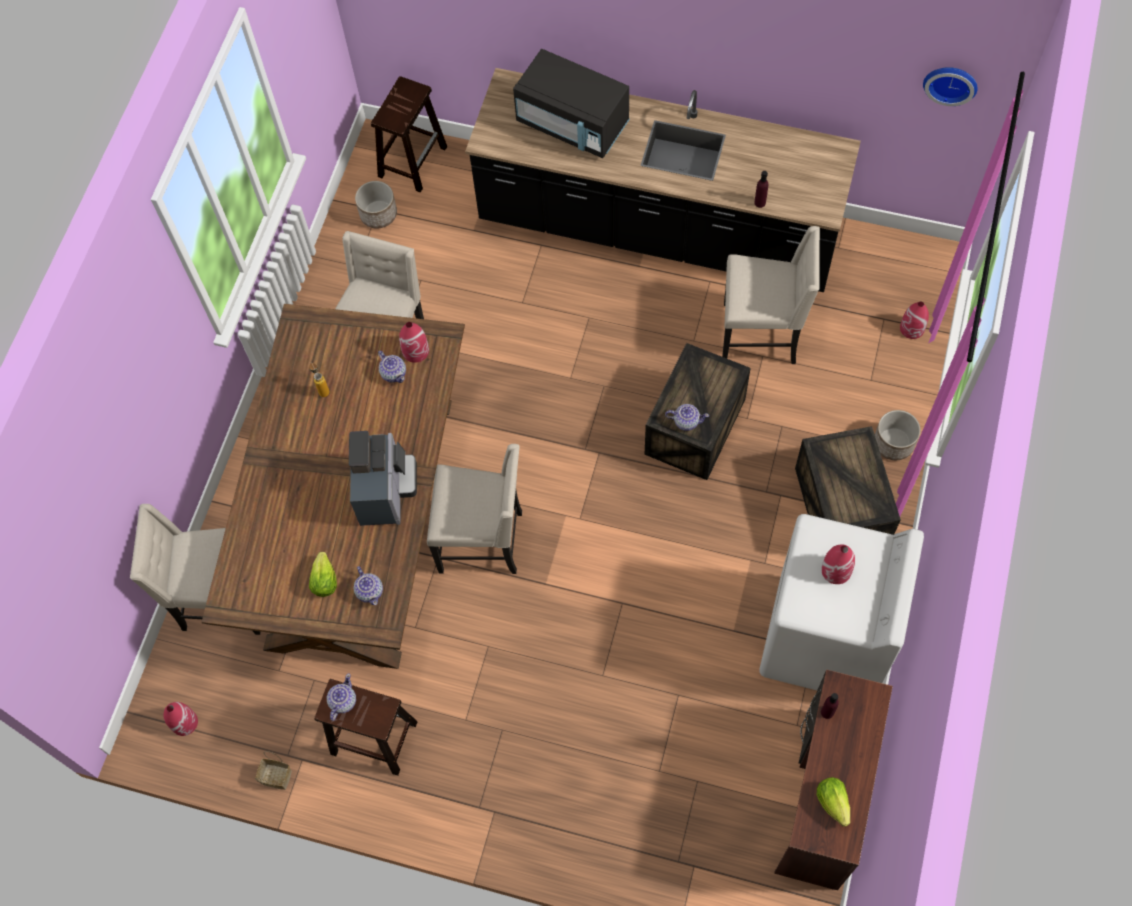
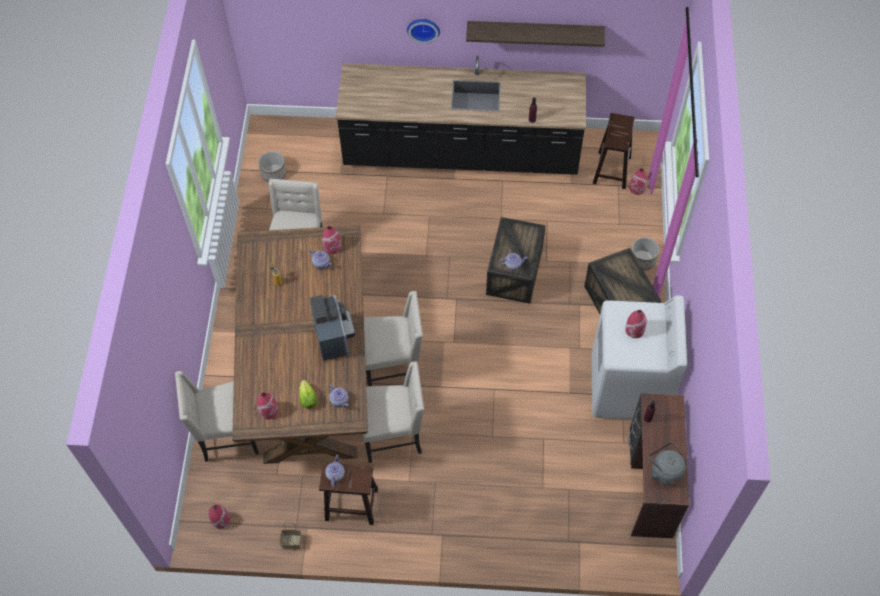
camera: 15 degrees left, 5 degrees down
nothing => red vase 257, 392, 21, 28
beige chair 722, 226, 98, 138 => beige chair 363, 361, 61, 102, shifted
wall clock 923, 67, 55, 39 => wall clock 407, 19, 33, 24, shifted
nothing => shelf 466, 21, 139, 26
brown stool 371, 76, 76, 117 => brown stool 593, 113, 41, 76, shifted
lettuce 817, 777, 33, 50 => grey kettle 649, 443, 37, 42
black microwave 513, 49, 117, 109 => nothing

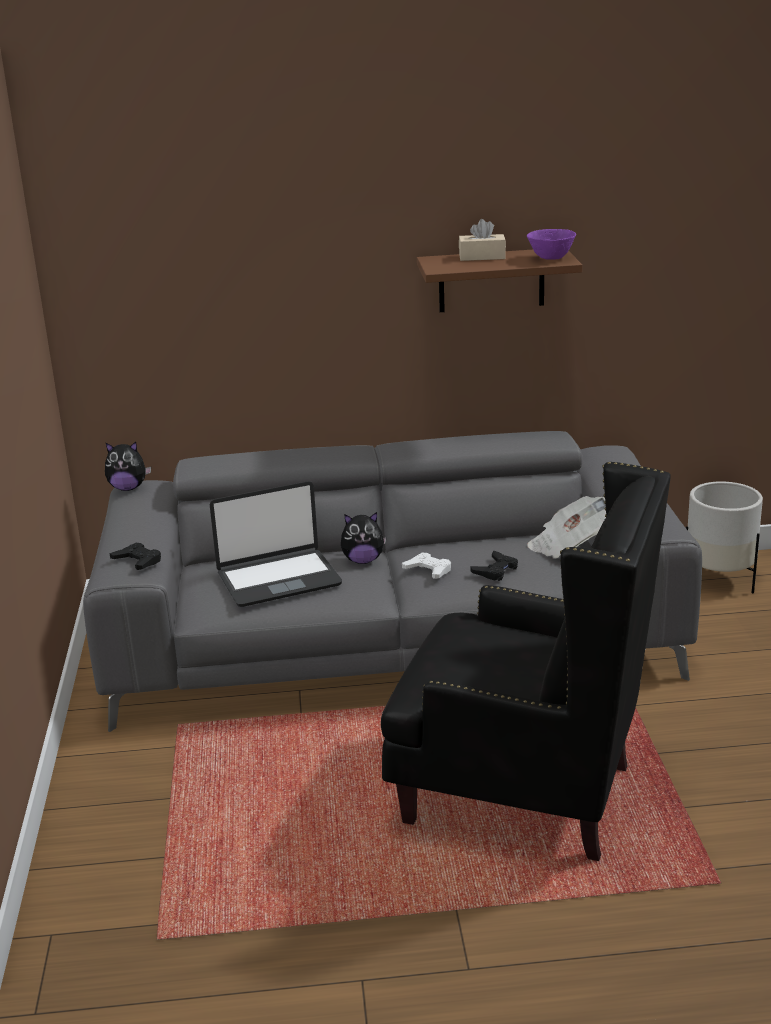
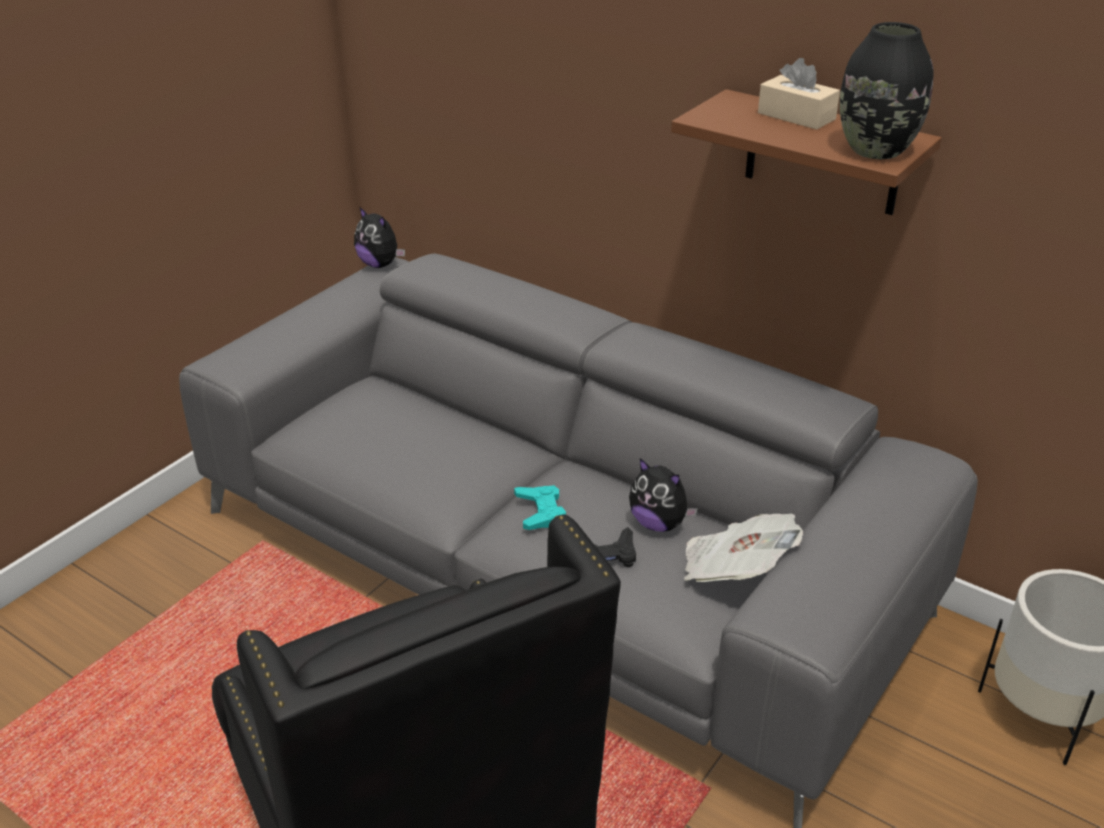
camera: 40 degrees right, 10 degrees up
white game controller 402, 553, 49, 26 => turquoise game controller 514, 485, 52, 45
plush toy 341, 512, 46, 52 => plush toy 629, 458, 69, 74, shifted
purple bowl 527, 229, 49, 31 => black vase 840, 22, 94, 137
black game controller 110, 543, 51, 27 => nothing
laptop 210, 481, 132, 126 => nothing

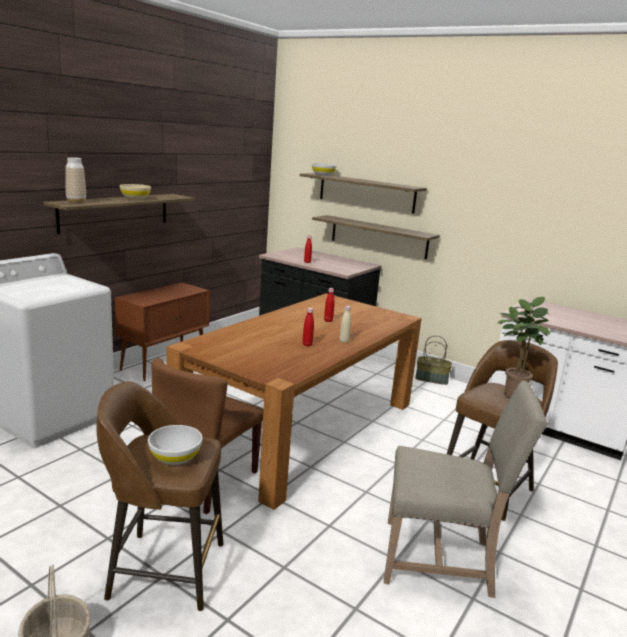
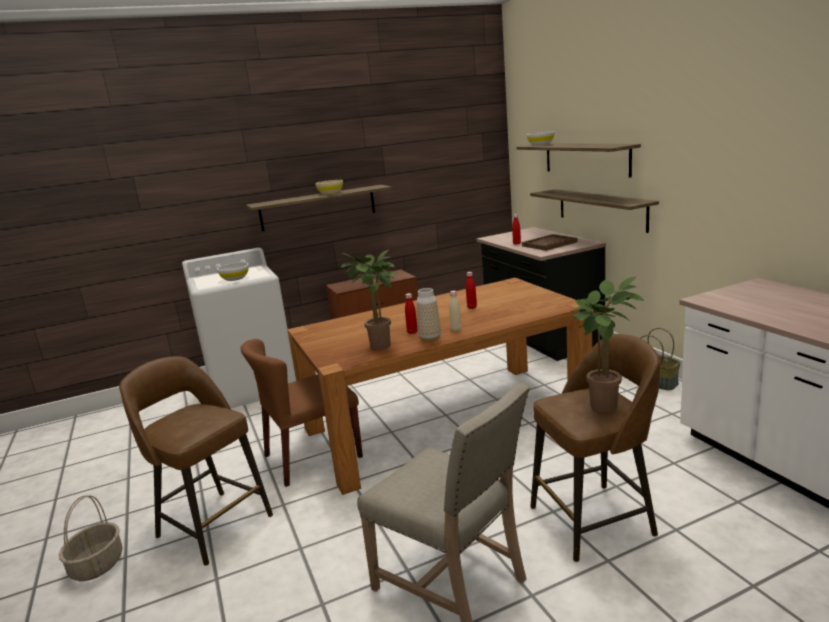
camera: 35 degrees right, 0 degrees up
white bowl 148, 425, 55, 40 => white bowl 217, 262, 32, 19, shifted
nothing => potted plant 341, 250, 57, 100
vase 65, 157, 21, 46 => vase 416, 288, 25, 54, shifted
nothing => brown tray 522, 234, 55, 17

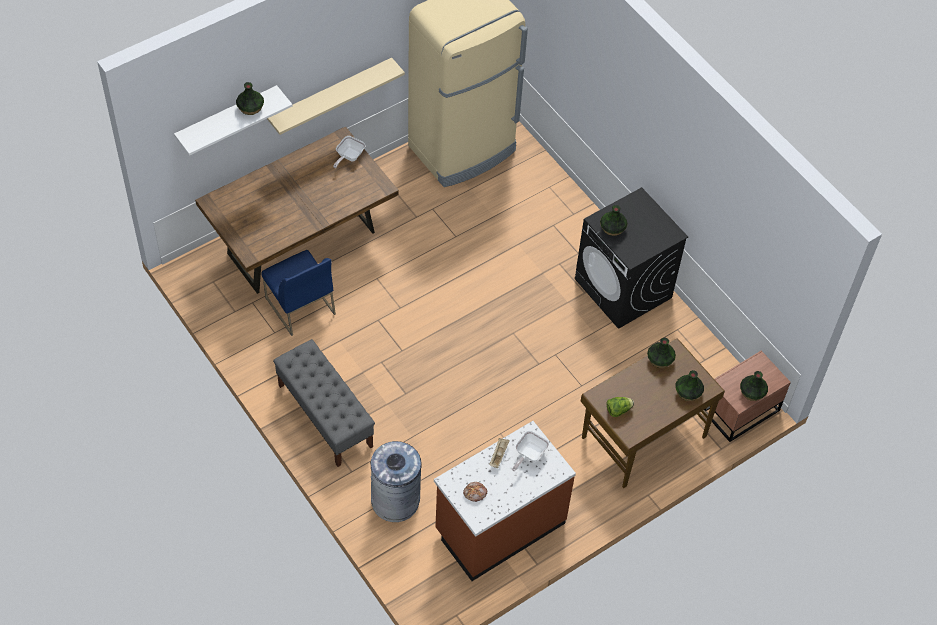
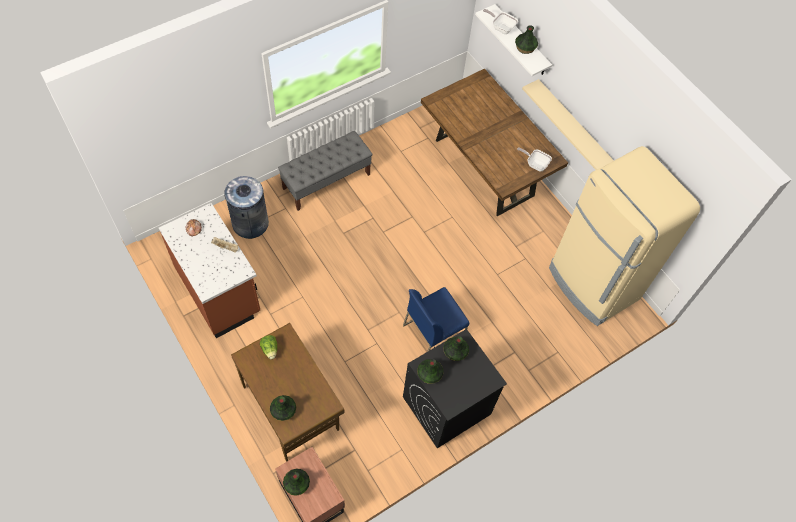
camera: 90 degrees right, 5 degrees up
blue chair 261, 250, 75, 86 => blue chair 403, 287, 66, 65, shifted
vase 647, 337, 29, 31 => vase 417, 359, 27, 25, shifted
frying pan 512, 431, 37, 40 => frying pan 483, 9, 35, 25, shifted

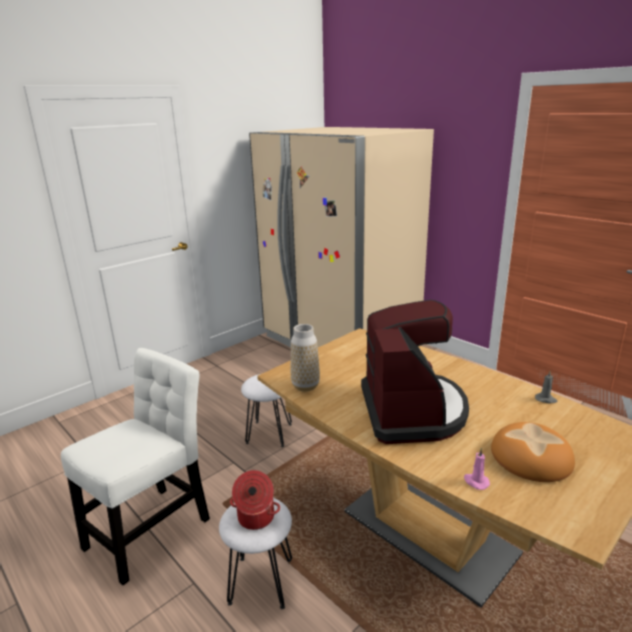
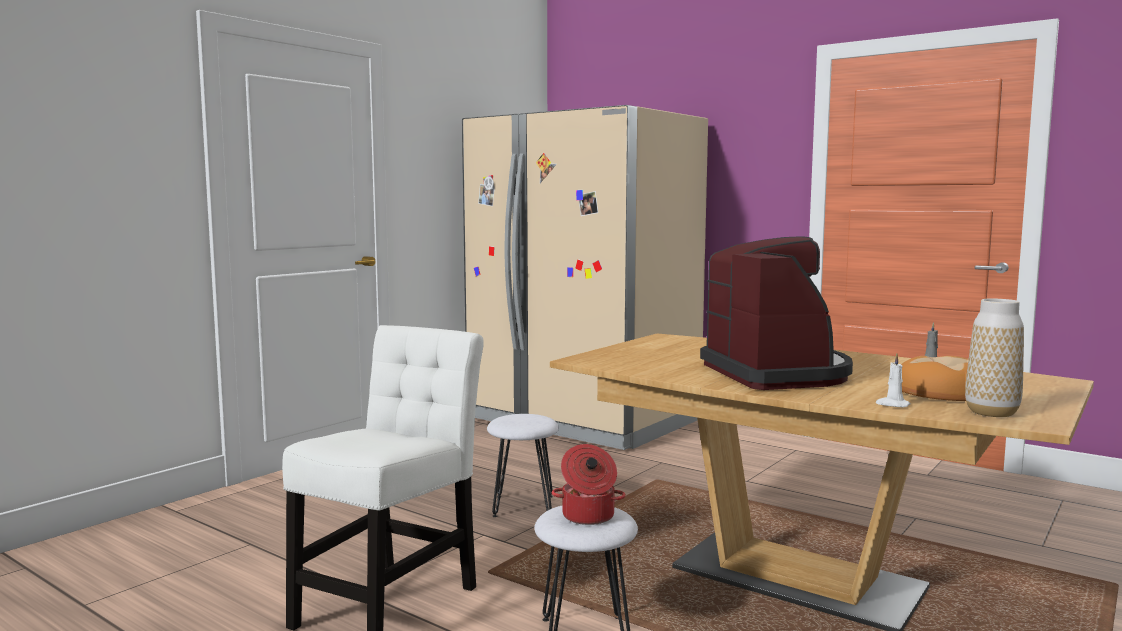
camera: 10 degrees left, 15 degrees down
pink candle 464, 448, 26, 42 => white candle 876, 353, 35, 54
vase 291, 324, 29, 68 => vase 965, 299, 59, 118, shifted

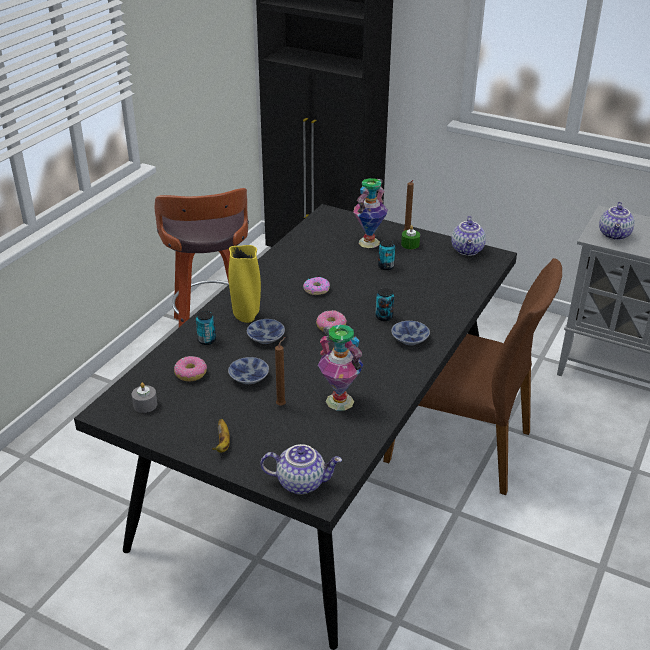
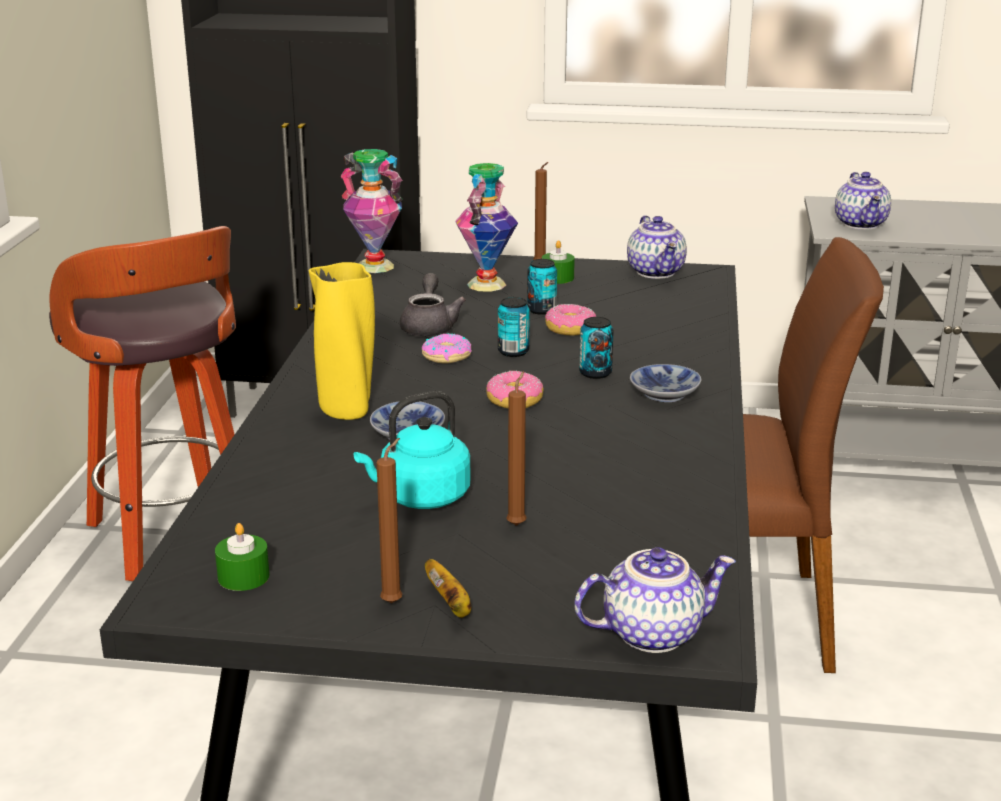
camera: 20 degrees left, 10 degrees down
grey candle 132, 382, 25, 31 => green candle 215, 523, 55, 68
vase 318, 325, 45, 86 => vase 341, 149, 62, 124, shifted
bowl 228, 357, 41, 28 => turquoise kettle 354, 391, 116, 118
nothing => brown candle 377, 438, 25, 165
nothing => grey teapot 400, 273, 66, 63
can 196, 311, 20, 34 => can 498, 297, 32, 60, shifted
donut 174, 356, 33, 25 => donut 545, 304, 51, 32, shifted

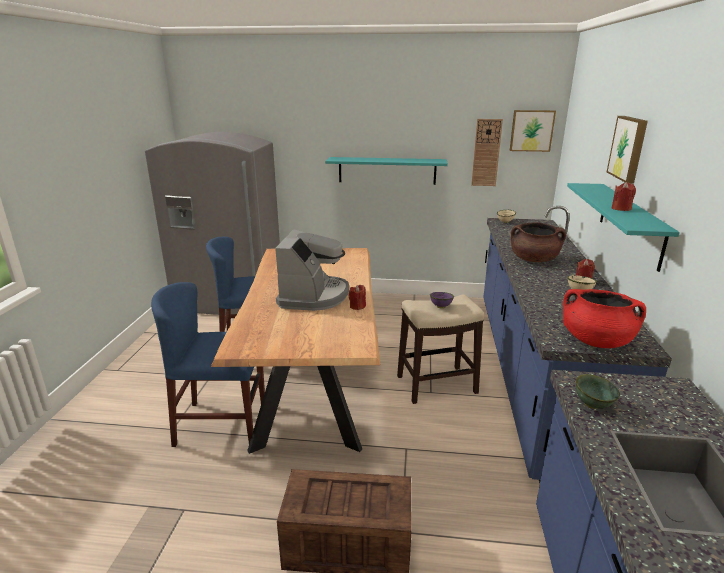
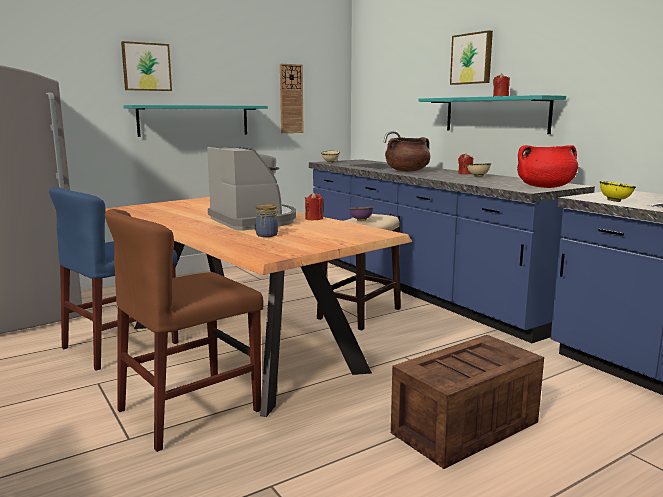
camera: 40 degrees left, 10 degrees down
blue chair 151, 282, 114, 165 => brown chair 105, 209, 159, 243
picture 510, 110, 46, 42 => picture 121, 41, 51, 50, shifted
nothing => jar 255, 204, 23, 33
green bowl 576, 374, 44, 35 => yellow bowl 600, 181, 36, 21

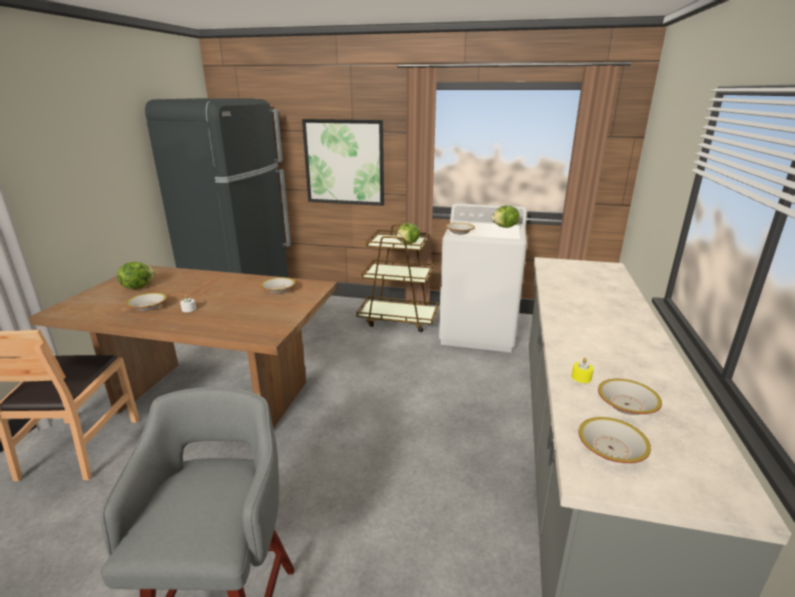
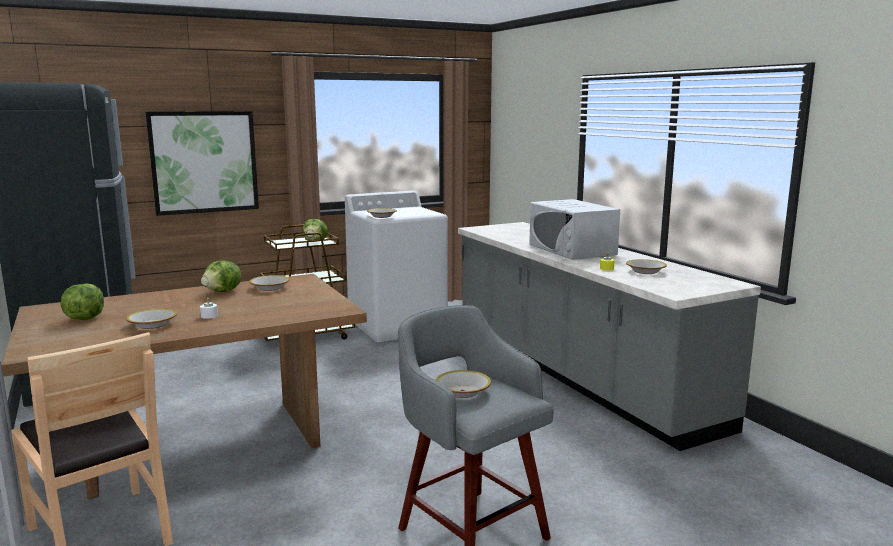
camera: 40 degrees left, 10 degrees down
lettuce 491, 205, 29, 23 => lettuce 201, 260, 40, 32, shifted
bowl 578, 417, 73, 46 => bowl 436, 370, 55, 28, shifted
nothing => white microwave 529, 199, 91, 61

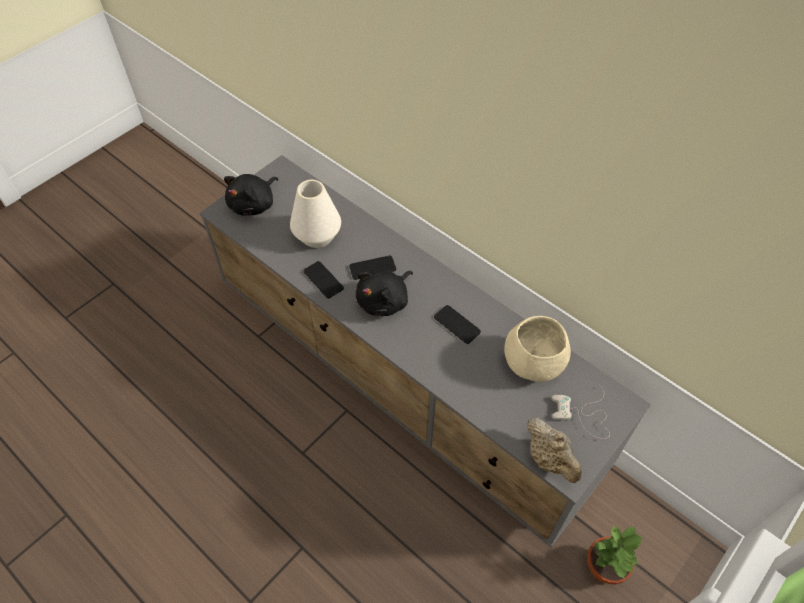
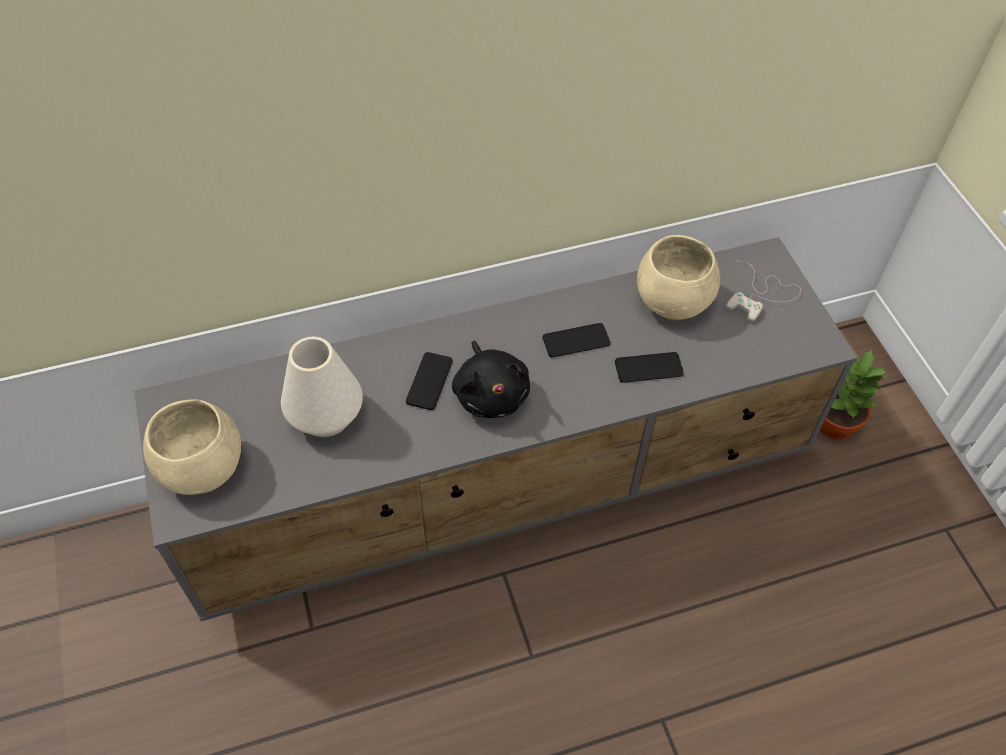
camera: 60 degrees left, 0 degrees up
black plush toy 224, 174, 54, 42 => beige bowl 143, 400, 98, 95
phone 304, 261, 40, 37 => phone 615, 352, 69, 31, shifted
beige teapot 527, 417, 55, 66 => nothing

